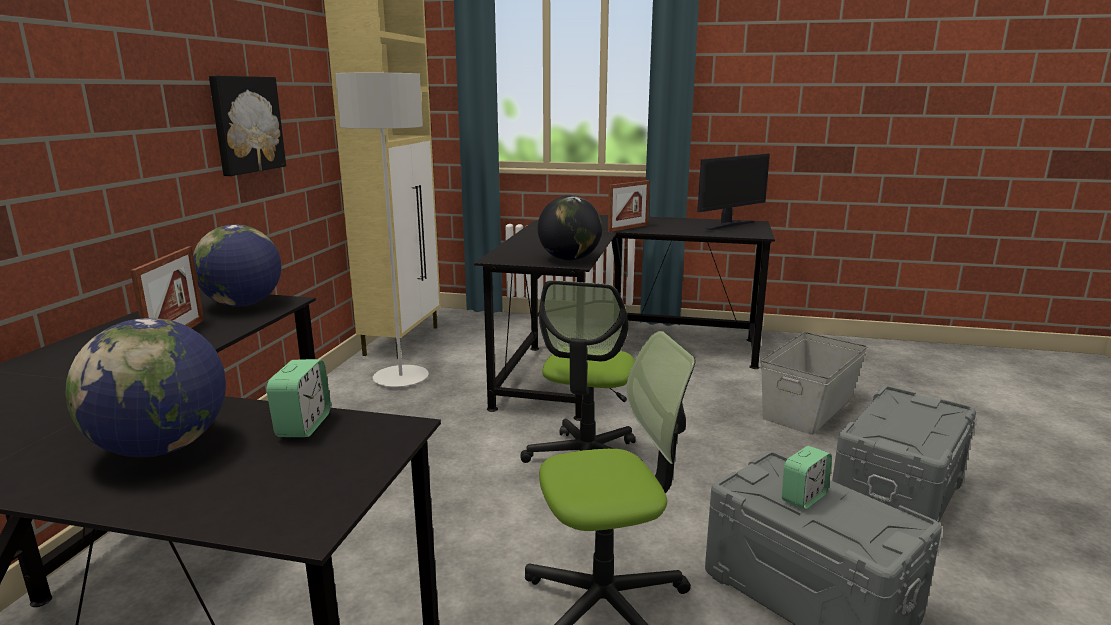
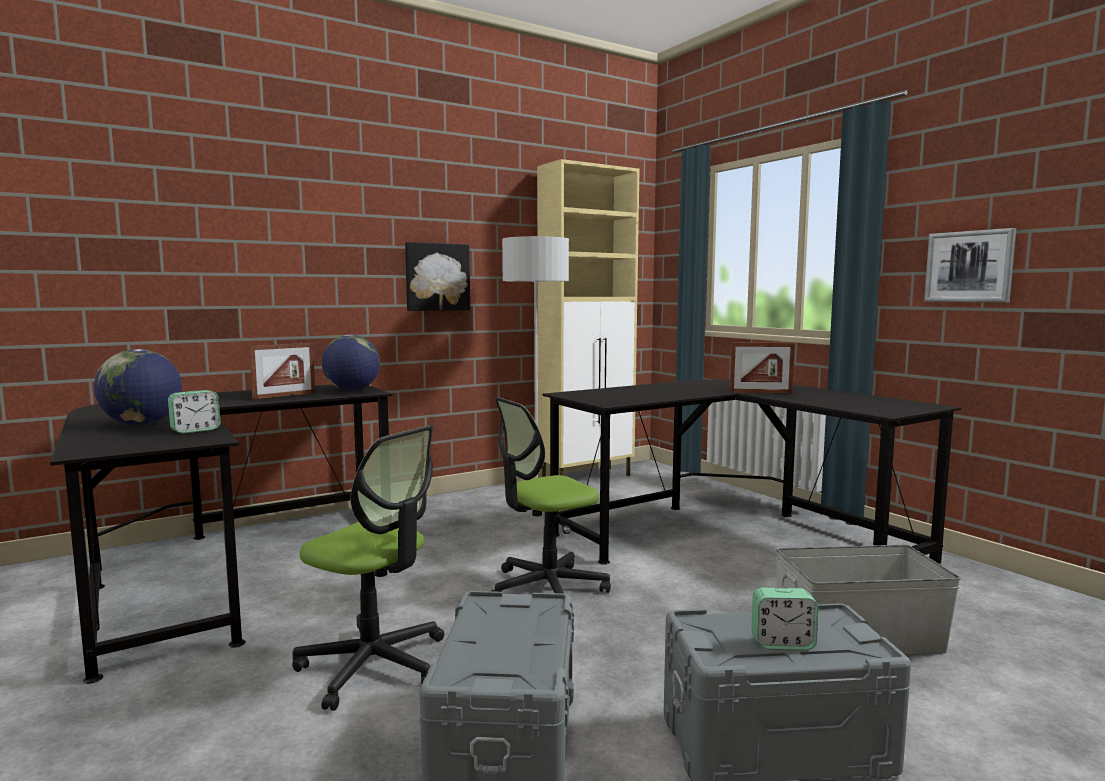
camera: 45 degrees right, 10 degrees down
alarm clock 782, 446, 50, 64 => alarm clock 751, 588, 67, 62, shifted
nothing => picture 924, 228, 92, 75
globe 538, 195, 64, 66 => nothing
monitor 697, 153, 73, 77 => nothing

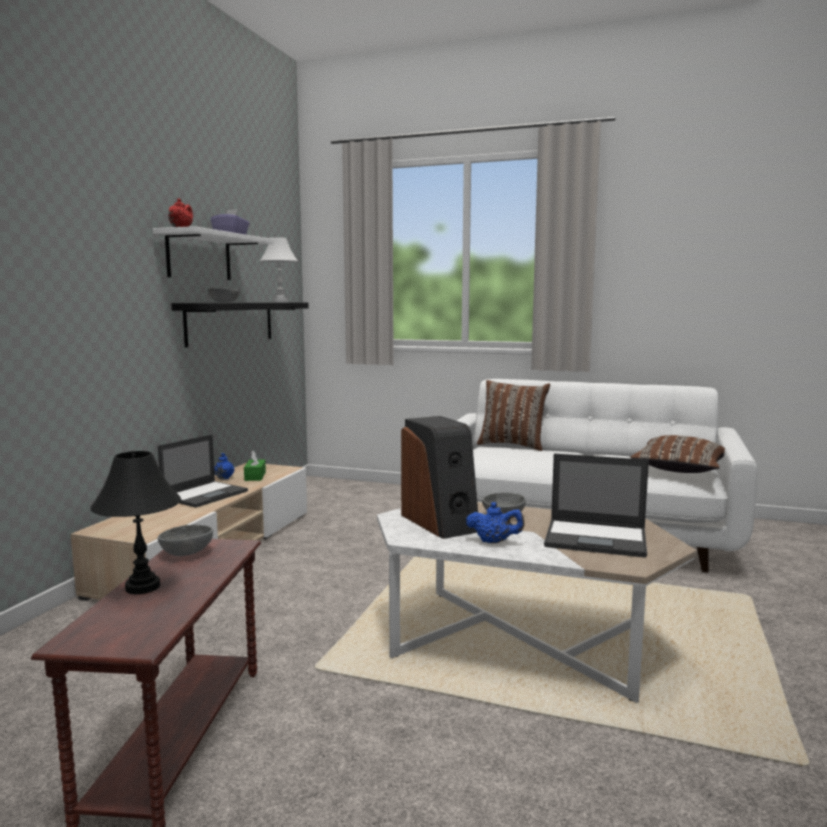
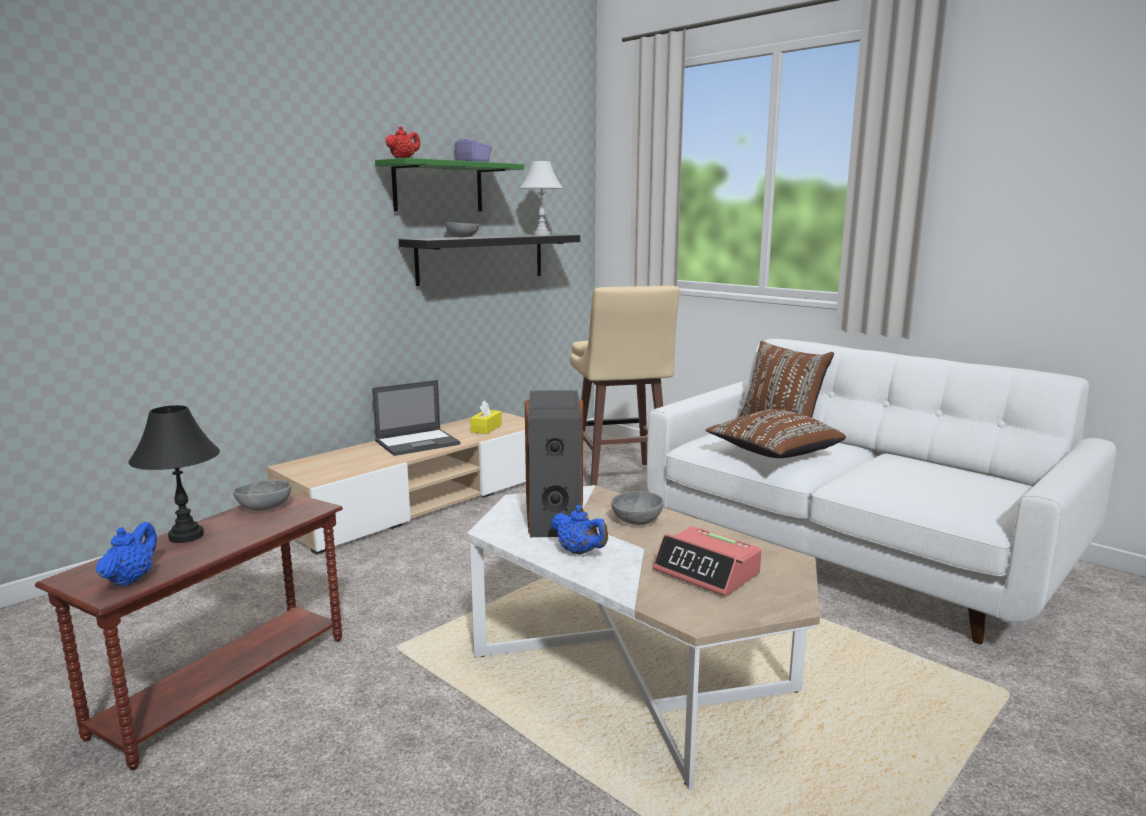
camera: 25 degrees right, 5 degrees up
blue teapot 214, 453, 20, 26 => blue teapot 96, 522, 61, 64, shifted
white shelf 153, 226, 120, 54 => green shelf 375, 158, 149, 54
green tissue box 244, 451, 22, 30 => yellow tissue box 470, 400, 32, 34
nothing => beige stool 570, 286, 110, 200
laptop 544, 453, 105, 105 => alarm clock 653, 526, 108, 70
brown pillow 630, 435, 95, 38 => brown pillow 706, 409, 140, 49, shifted

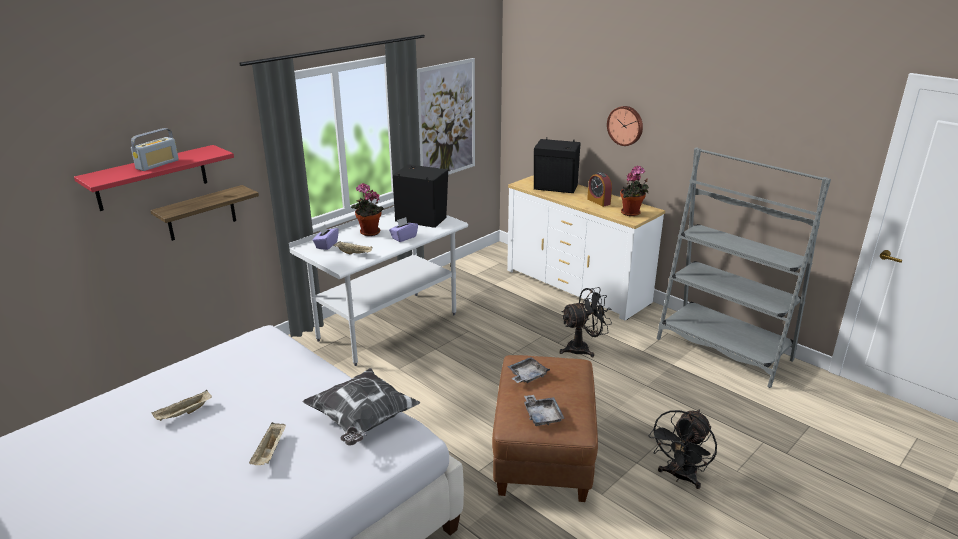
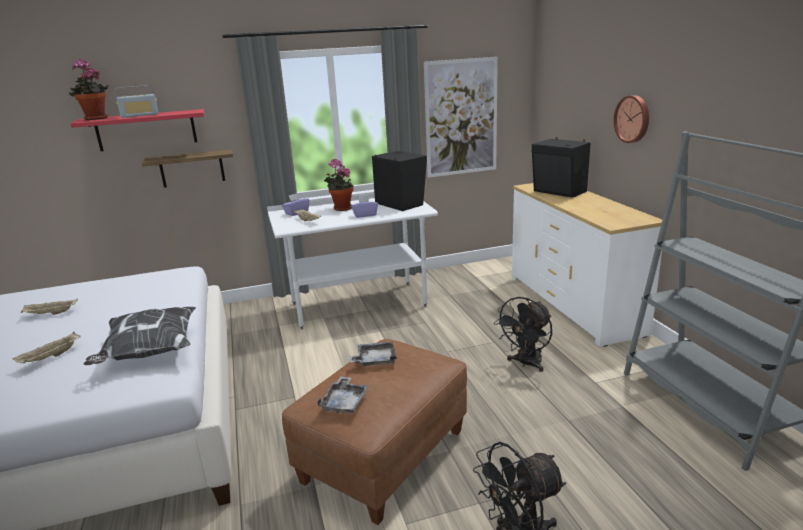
camera: 30 degrees right, 5 degrees down
potted plant 620, 166, 29, 50 => potted plant 69, 59, 40, 61, shifted
black fan 559, 287, 53, 70 => black fan 494, 297, 58, 75, 120 degrees clockwise
alarm clock 587, 172, 25, 35 => nothing

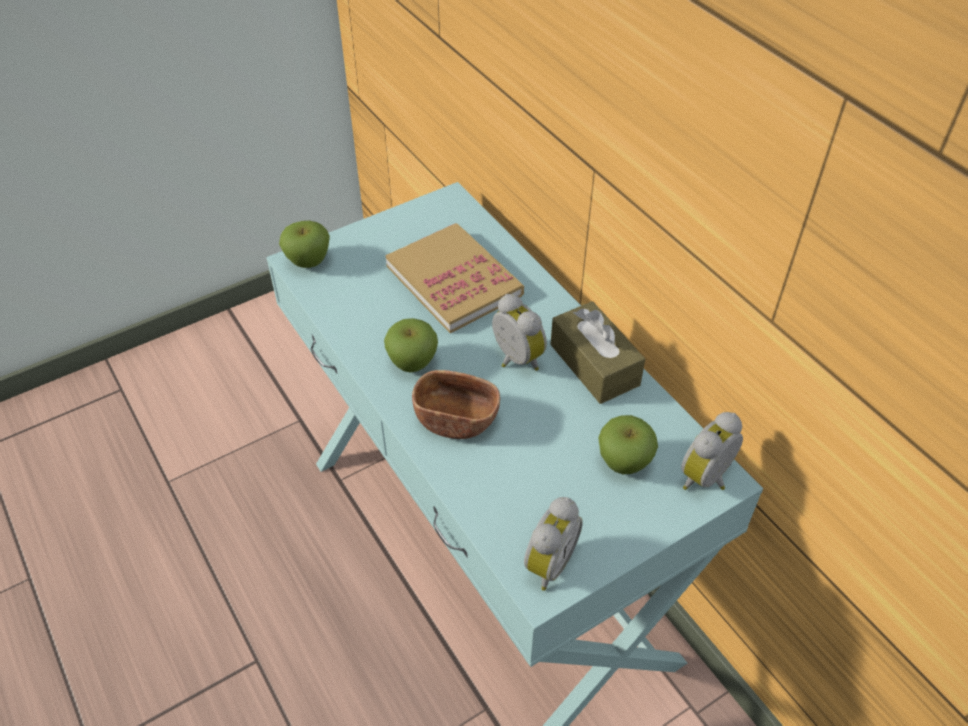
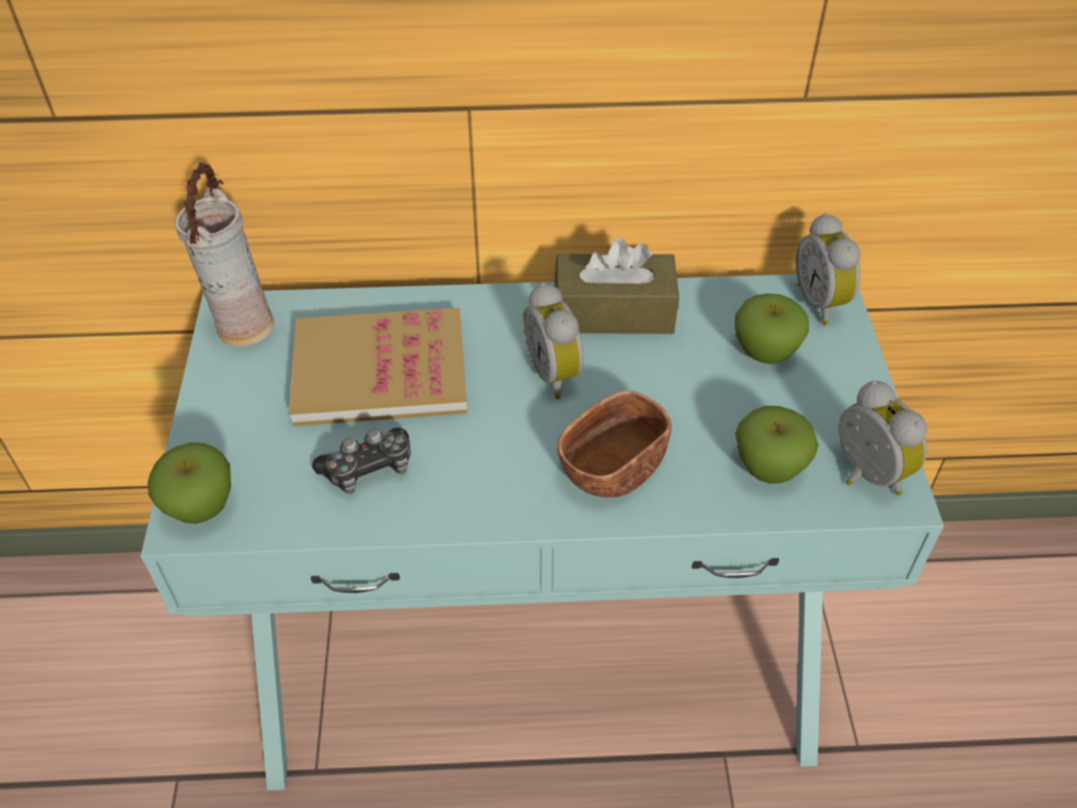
camera: 60 degrees left, 0 degrees up
nothing => vase 175, 163, 99, 184
nothing => game controller 312, 428, 99, 66
alarm clock 492, 294, 55, 77 => alarm clock 523, 283, 61, 116, 105 degrees counterclockwise
apple 384, 318, 54, 54 => apple 735, 406, 84, 78, shifted

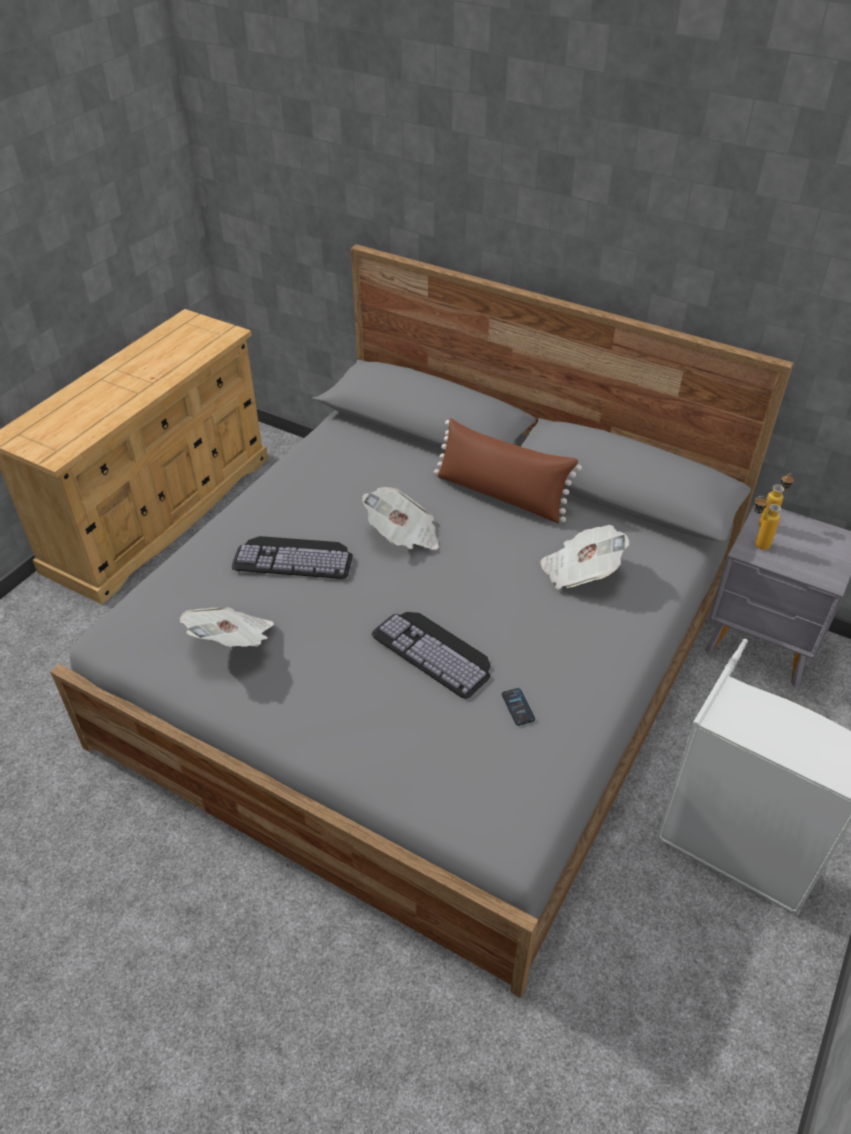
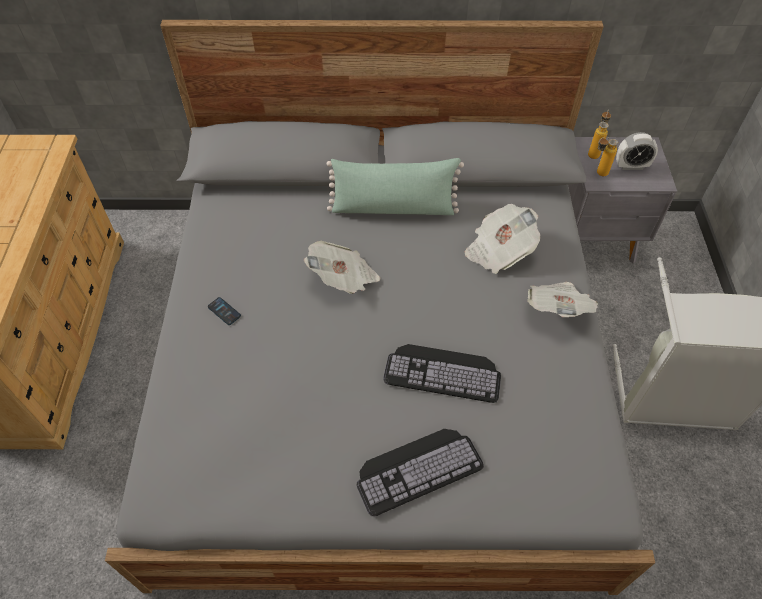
camera: 30 degrees left, 10 degrees up
phone 502, 688, 33, 38 => phone 208, 297, 33, 28, shifted
brown pillow 434, 418, 148, 105 => green pillow 326, 158, 138, 57
keyboard 231, 536, 122, 43 => keyboard 357, 429, 127, 87, shifted
newspaper 180, 607, 94, 40 => newspaper 527, 282, 72, 35, shifted
nothing => alarm clock 616, 132, 42, 38

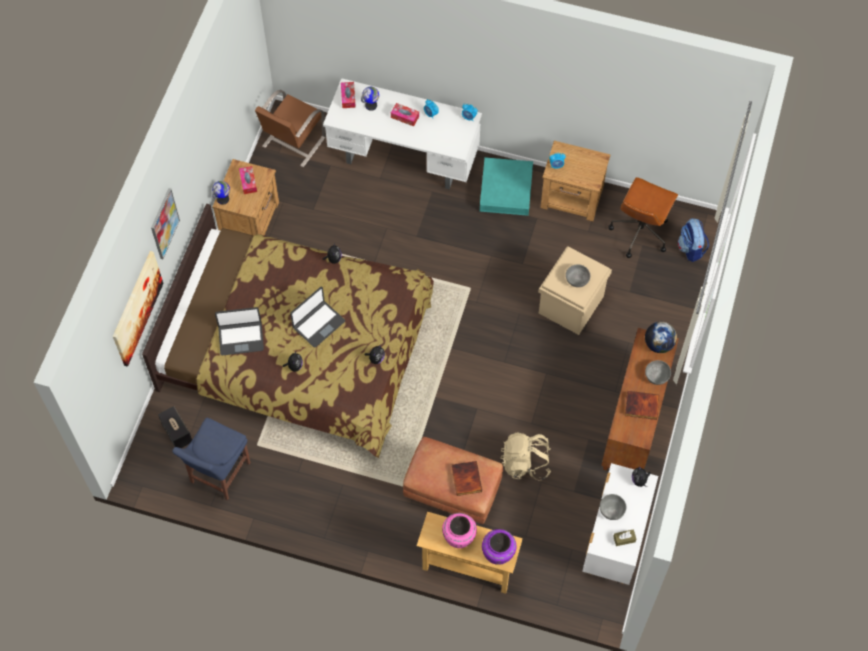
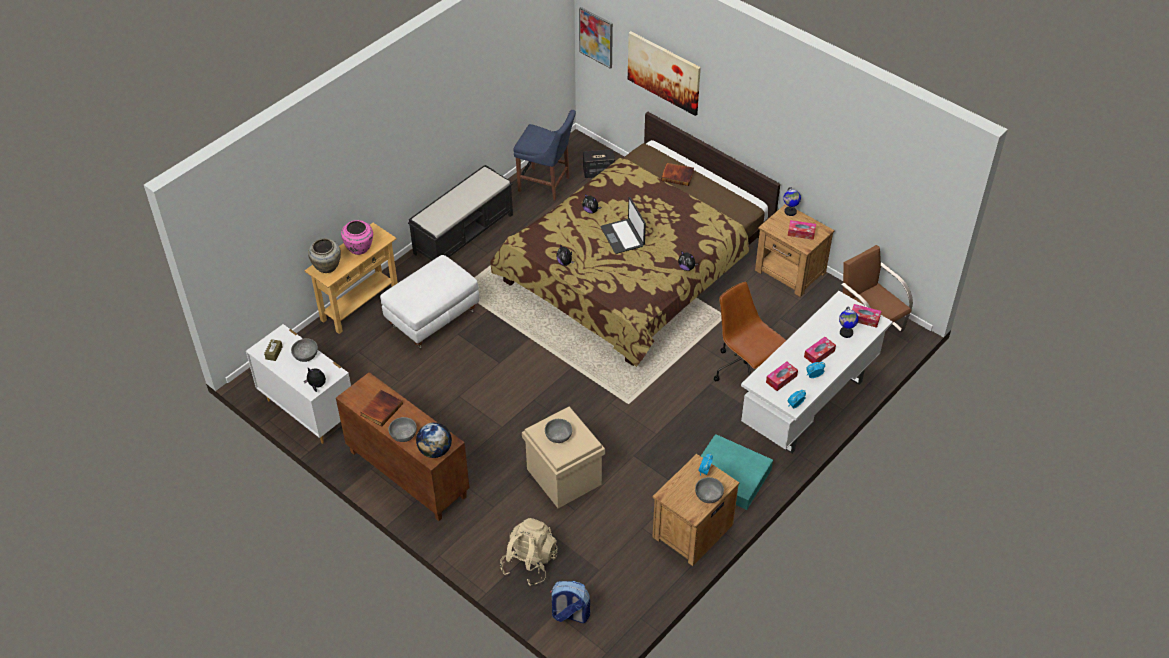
camera: 115 degrees right, 15 degrees down
purple vase 482, 529, 35, 36 => beige vase 308, 238, 33, 35
brown ottoman 403, 437, 100, 87 => white ottoman 380, 255, 99, 94
nothing => black bench 408, 165, 105, 96
beige backpack 500, 432, 51, 49 => beige backpack 500, 518, 58, 68, shifted
blue chair 172, 417, 79, 83 => blue chair 513, 110, 63, 91, 150 degrees clockwise
picture 151, 188, 29, 71 => picture 579, 7, 34, 62, shifted
book 451, 461, 31, 35 => book 661, 163, 33, 23, shifted
nothing => grey bowl 695, 477, 29, 26
brown office chair 608, 177, 70, 81 => brown office chair 714, 282, 72, 110, shifted
nothing => tissue box 766, 362, 32, 29
laptop 215, 307, 49, 48 => nothing

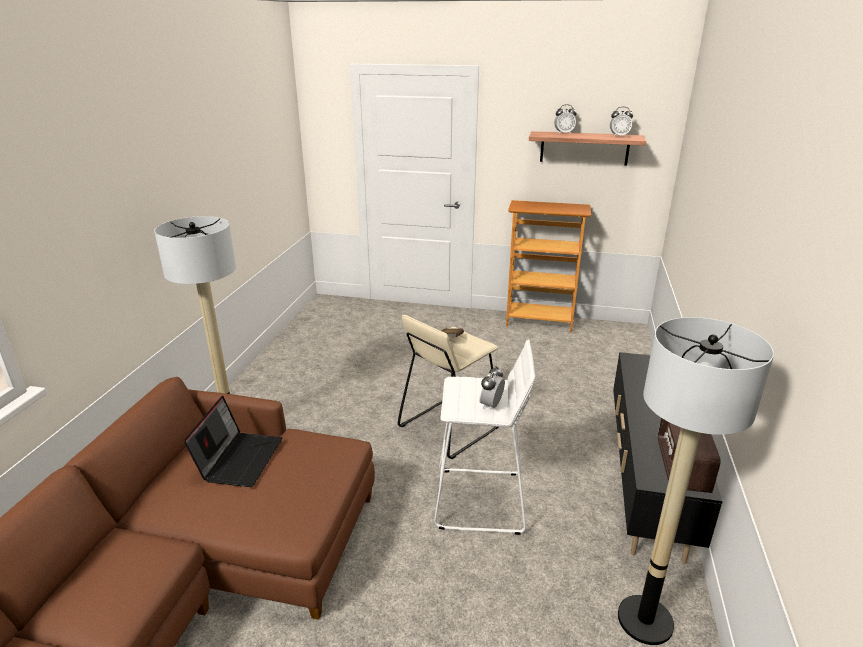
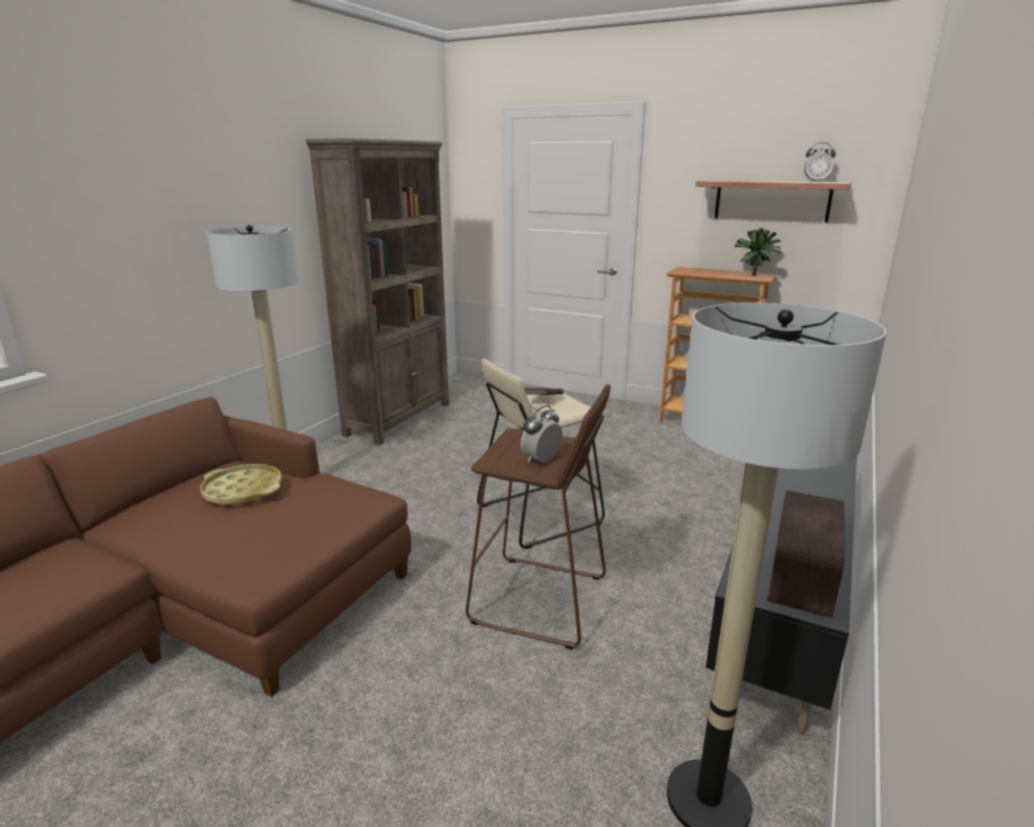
camera: 15 degrees right, 5 degrees down
laptop 184, 396, 98, 91 => yellow tray 200, 464, 82, 42
nothing => brown bookcase 305, 138, 145, 307
white stool 434, 340, 101, 195 => brown stool 466, 384, 145, 266
nothing => potted plant 735, 228, 46, 48
alarm clock 554, 104, 23, 30 => nothing

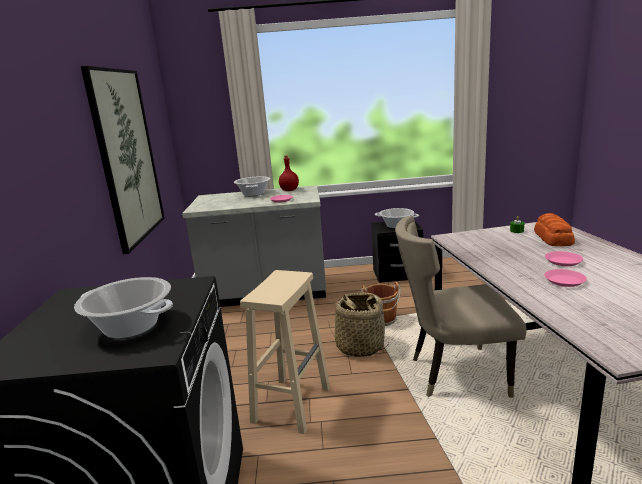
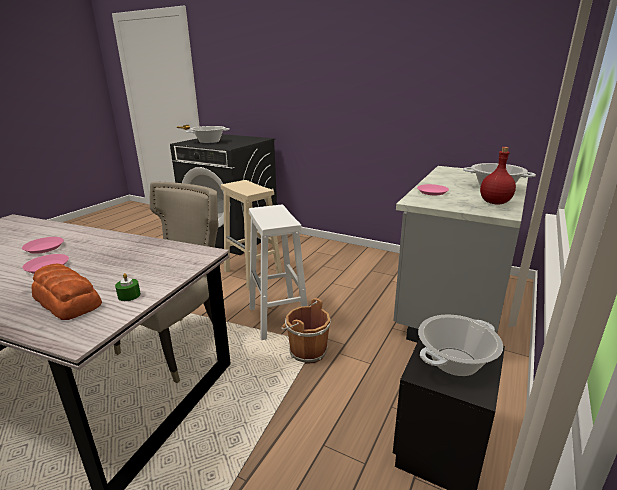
camera: 120 degrees right, 5 degrees up
basket 328, 292, 61, 65 => white stool 249, 205, 59, 135
picture 81, 66, 84, 188 => nothing

